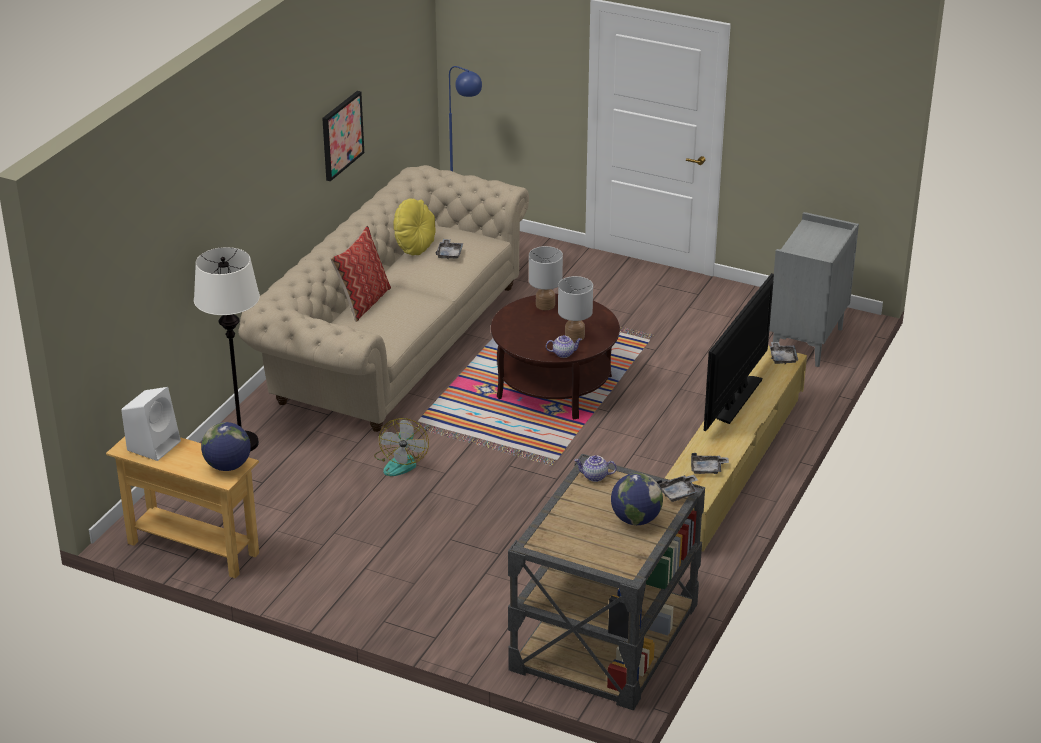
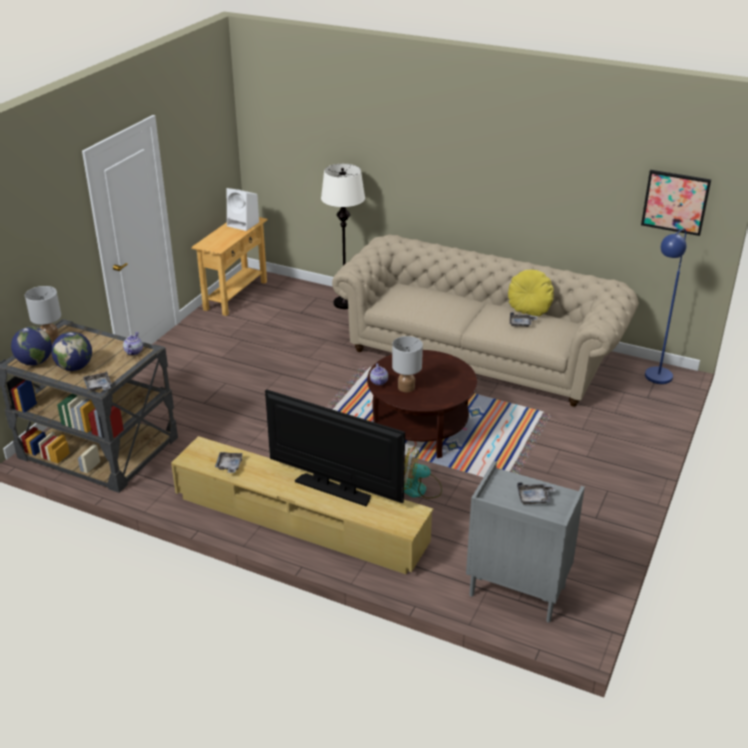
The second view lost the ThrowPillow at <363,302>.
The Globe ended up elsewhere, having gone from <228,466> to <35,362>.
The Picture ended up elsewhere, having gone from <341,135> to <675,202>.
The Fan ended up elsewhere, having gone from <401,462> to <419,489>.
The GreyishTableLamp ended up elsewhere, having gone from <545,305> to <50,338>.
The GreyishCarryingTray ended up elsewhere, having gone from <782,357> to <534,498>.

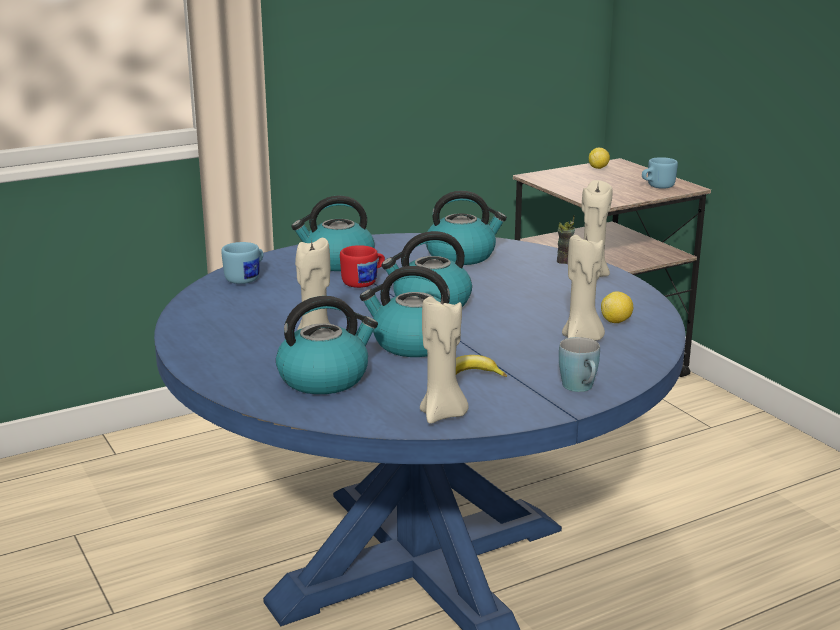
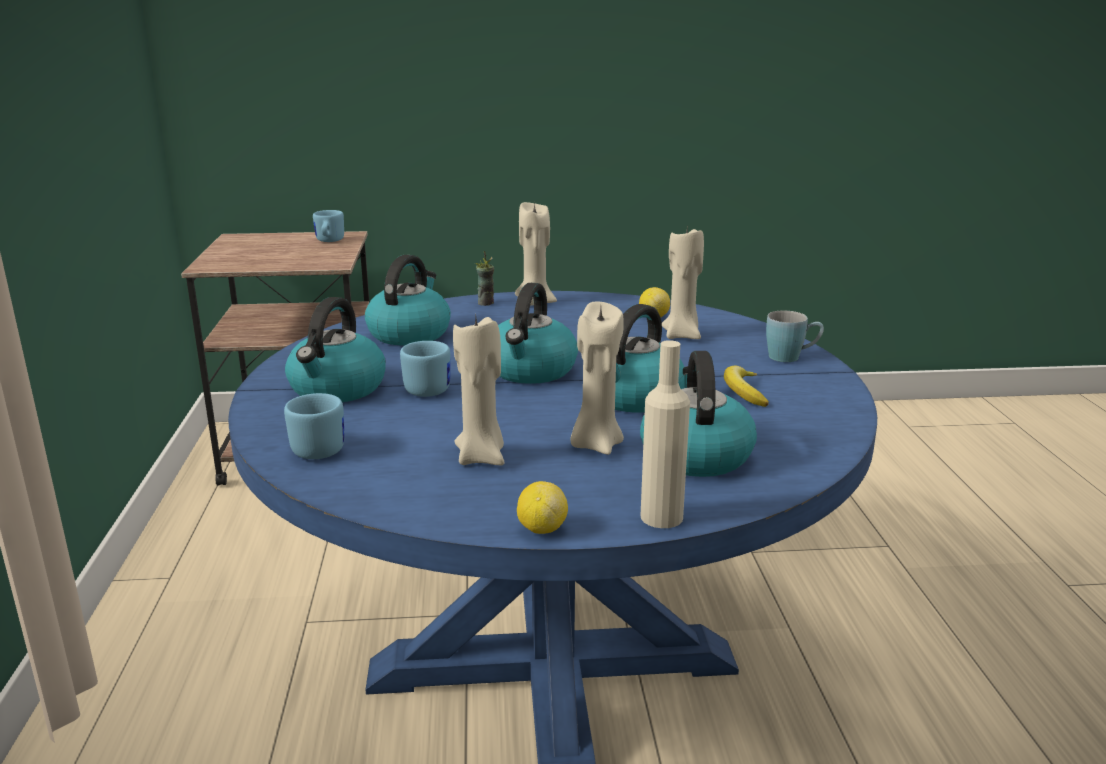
The second view gained the SandColouredDrinkBottle at <661,517>.
The SandColouredCandle ended up elsewhere, having gone from <443,415> to <482,457>.
The CitrusFruit ended up elsewhere, having gone from <598,168> to <541,528>.
What was the RedColouredTeaMug at <364,282> turned into the BlueColouredTeaMug at <426,388>.

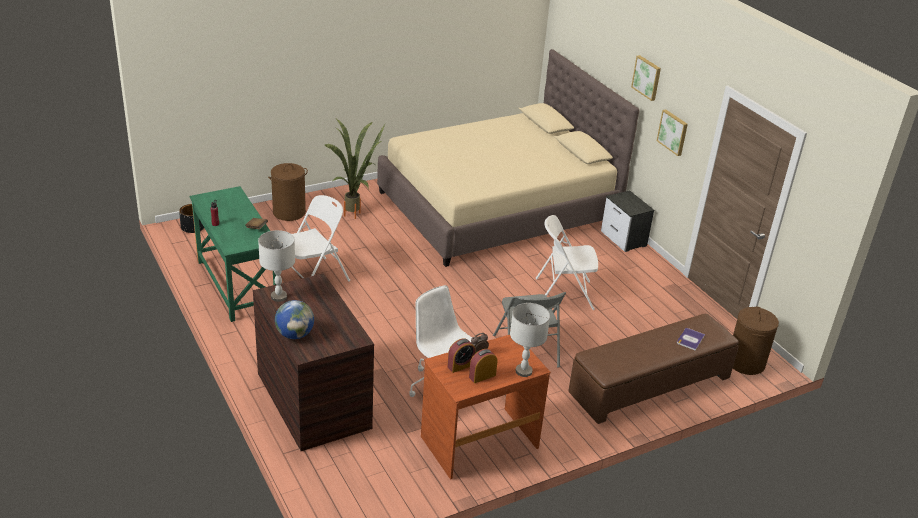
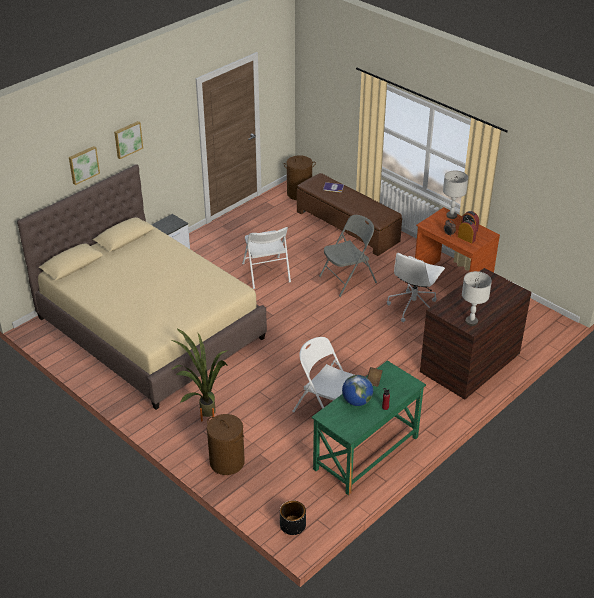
The Globe ended up elsewhere, having gone from <295,334> to <357,401>.
The Picture ended up elsewhere, having gone from <673,132> to <83,164>.

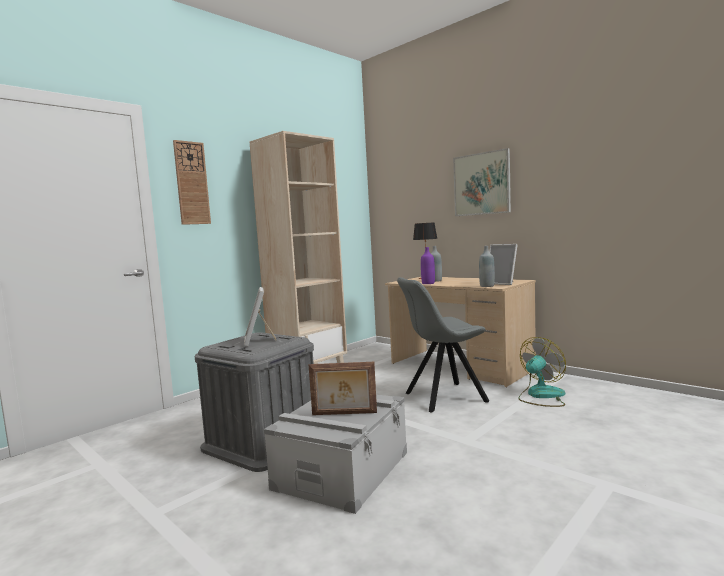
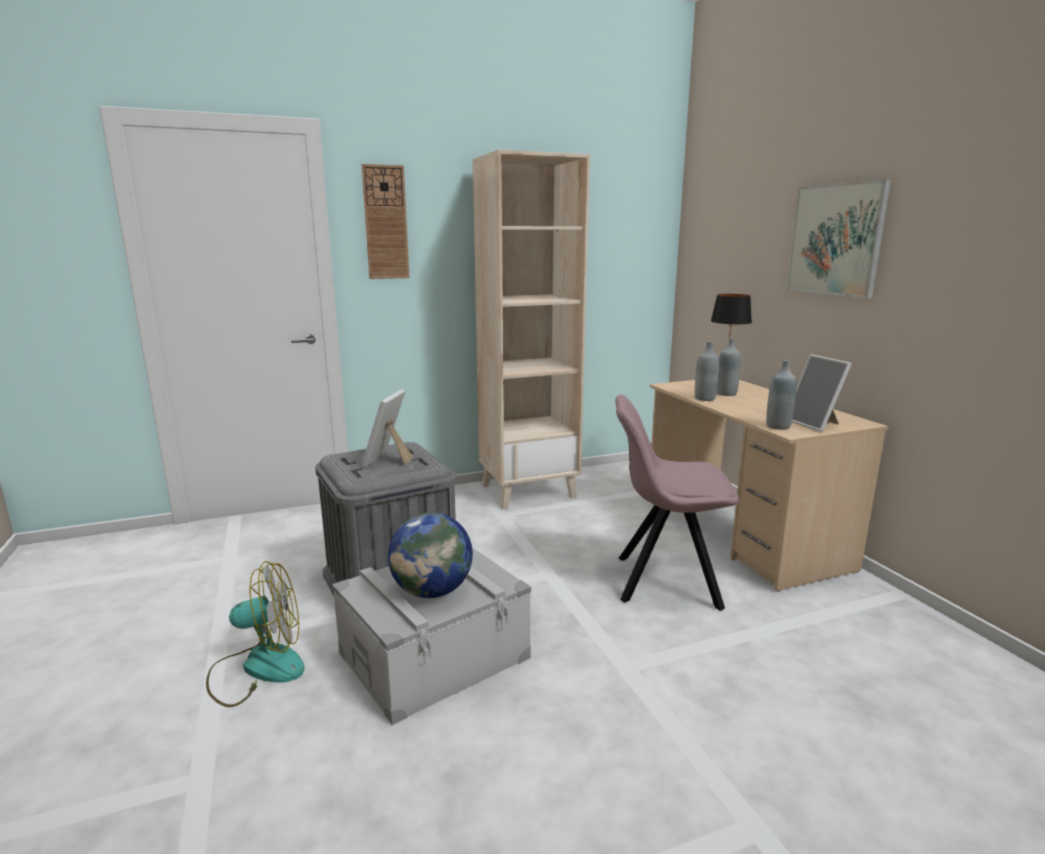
The Fan ended up elsewhere, having gone from <541,396> to <258,668>.
Where the PhotoFrame stood at <344,414>, the Globe came to stand at <432,591>.
What was the GreyishChair at <444,397> turned into the PinkishChair at <666,581>.
What was the PurpleColouredDrinkBottle at <428,283> turned into the GreyishDrinkBottle at <704,398>.

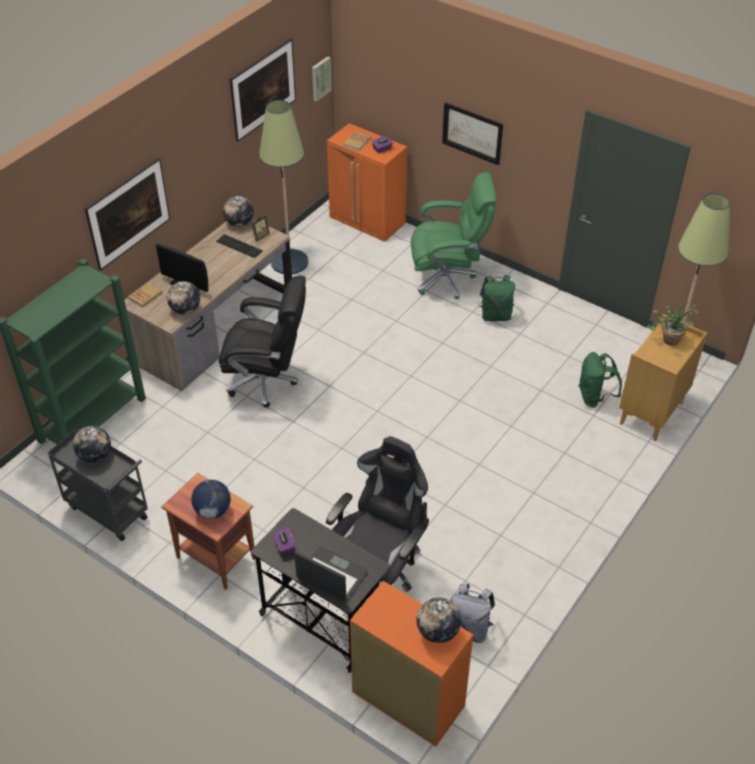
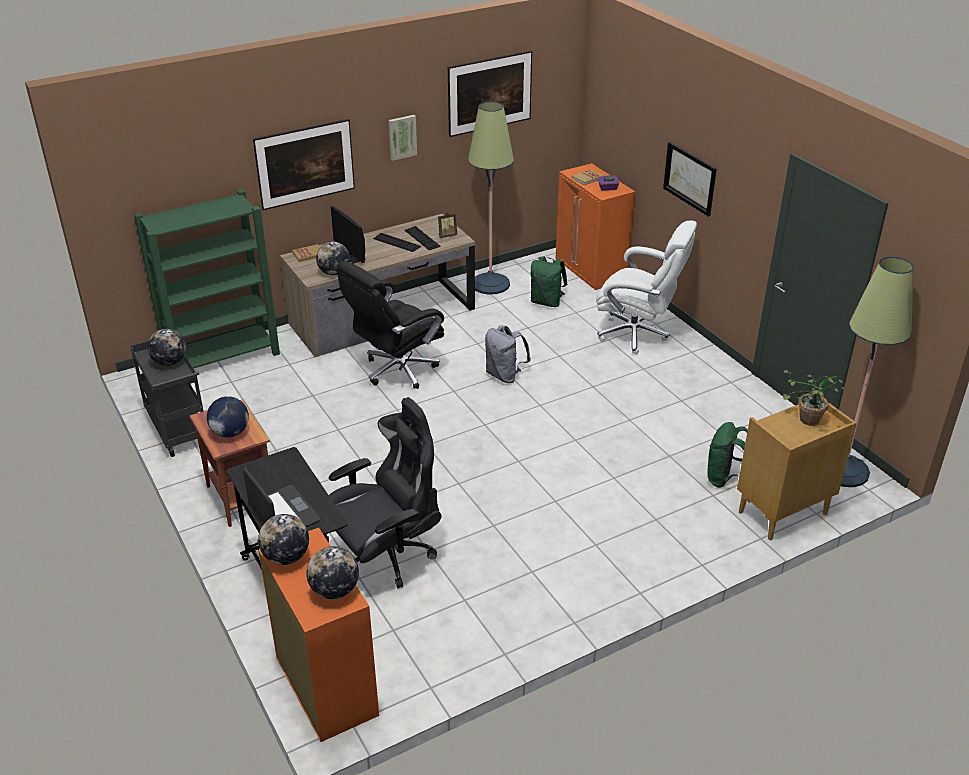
The second view lost the PurpleColouredTissueBox at <284,546>.
The second view gained the PcKeyboard at <396,242>.
The Globe ended up elsewhere, having gone from <239,223> to <286,557>.
The Picture ended up elsewhere, having gone from <320,78> to <402,137>.
The GreyishKnapsack ended up elsewhere, having gone from <469,629> to <505,375>.
The GreenColouredKnapsack ended up elsewhere, having gone from <495,315> to <547,302>.
What was the GreenColouredDeskChair at <448,279> turned into the WhiteColouredDeskChair at <637,335>.
The BlackDeskChair at <266,382> ended up facing another way, 105 degrees clockwise from before.

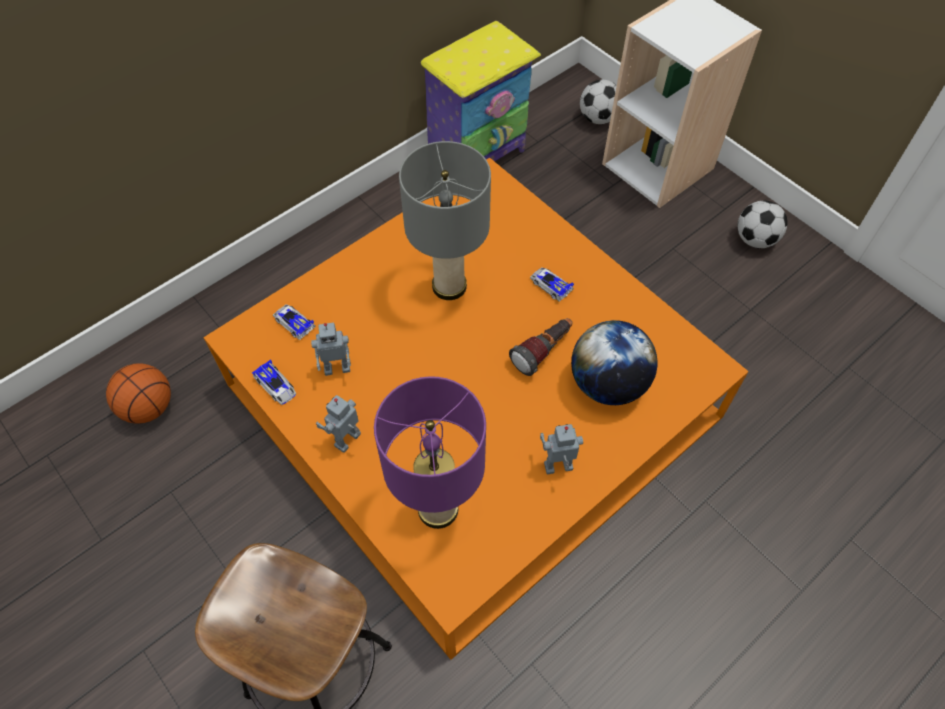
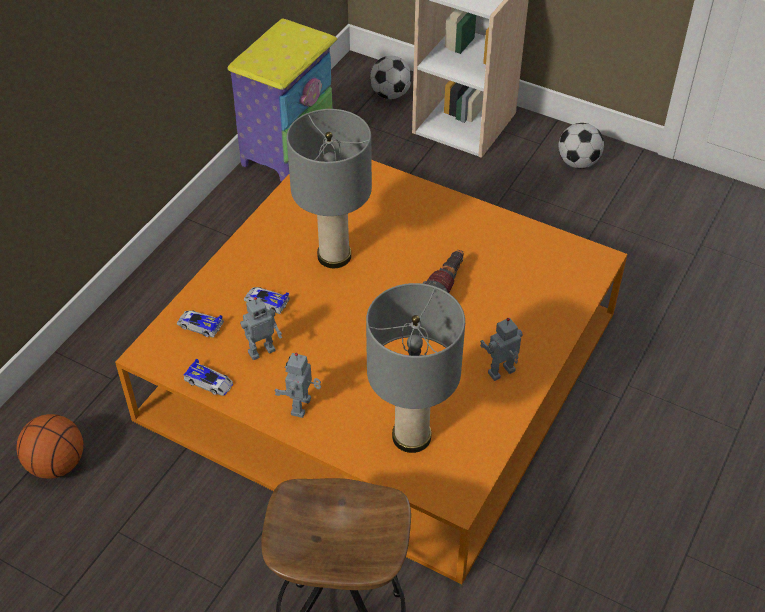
The second view lost the Globe at <608,384>.
The MiniatureCar ended up elsewhere, having gone from <550,285> to <266,302>.
What was the PurpleColouredTableLamp at <438,509> turned into the GreyishTableLamp at <412,436>.

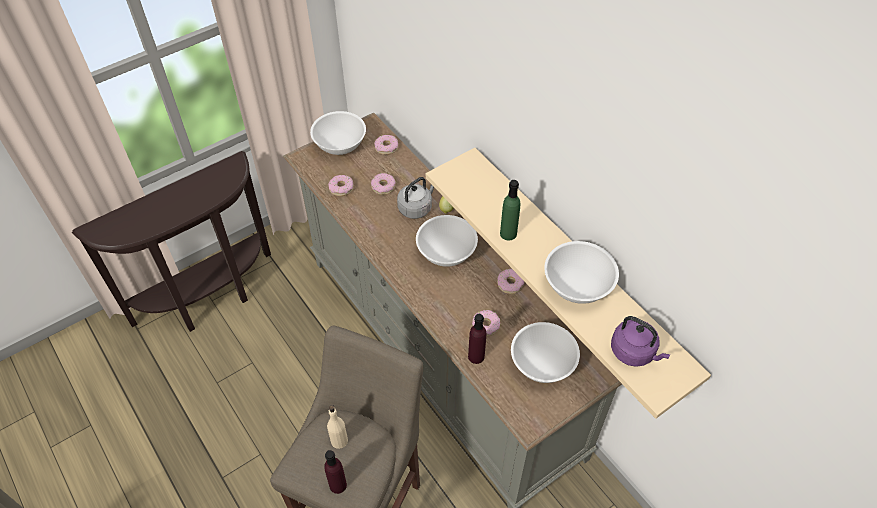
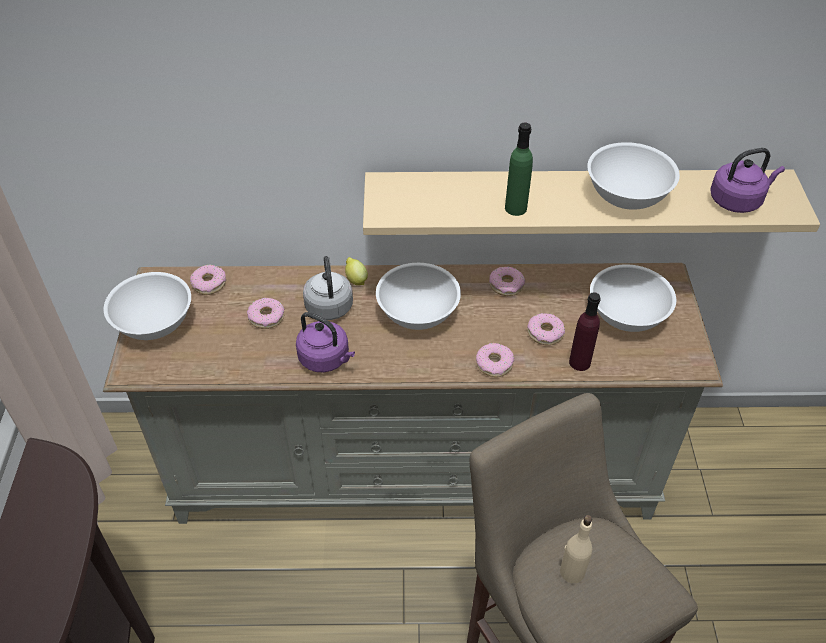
The second view lost the PurpleColouredDrinkBottle at <338,485>.
The second view gained the PurpleColouredTeaKettle at <326,359>.
The Doughnut ended up elsewhere, having gone from <341,188> to <494,364>.

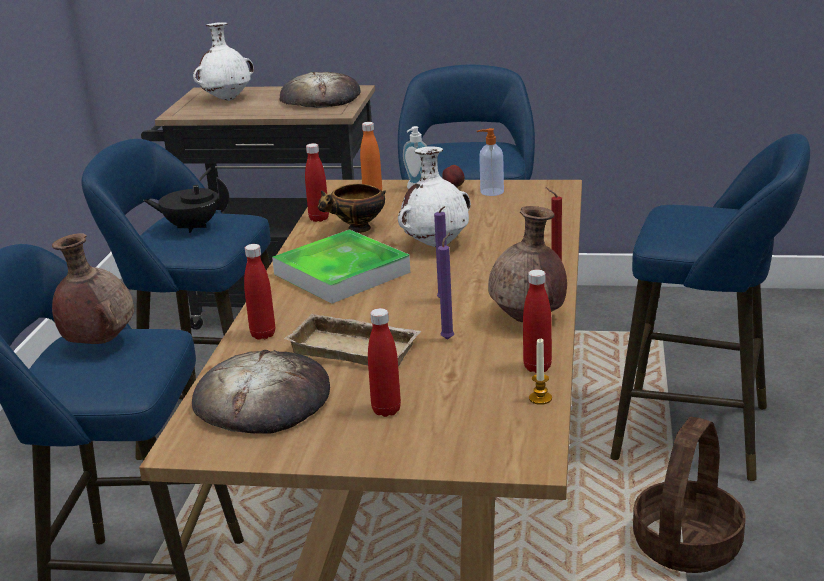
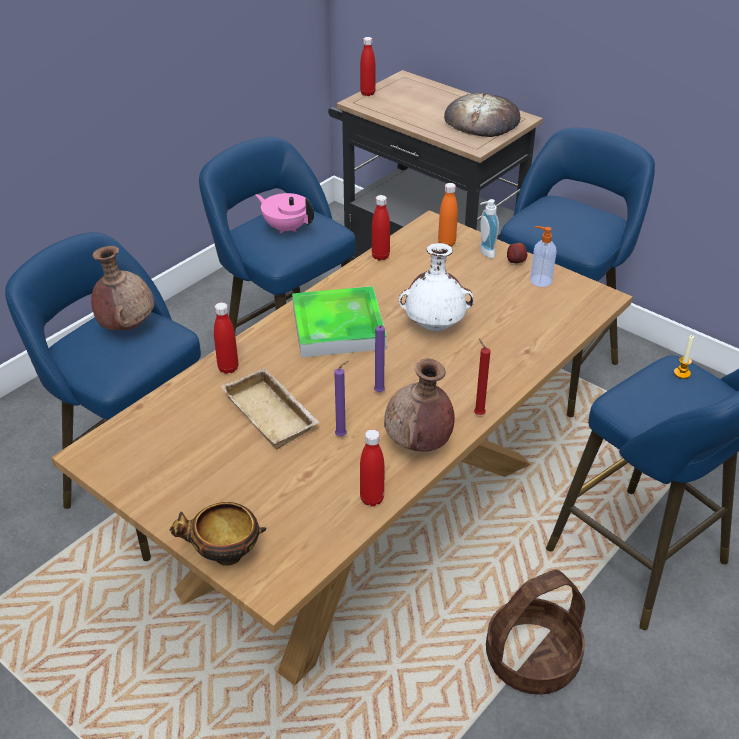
The second view lost the Bread at <263,399>.
The second view lost the WhiteColouredFlowerVase at <227,99>.
The Bowl ended up elsewhere, having gone from <357,229> to <224,556>.
The RedColouredDrinkBottle ended up elsewhere, having gone from <386,410> to <367,93>.
The Candle ended up elsewhere, having gone from <540,398> to <682,373>.
What was the BlackPotForTea at <191,227> turned into the PinkishPotForTea at <286,227>.

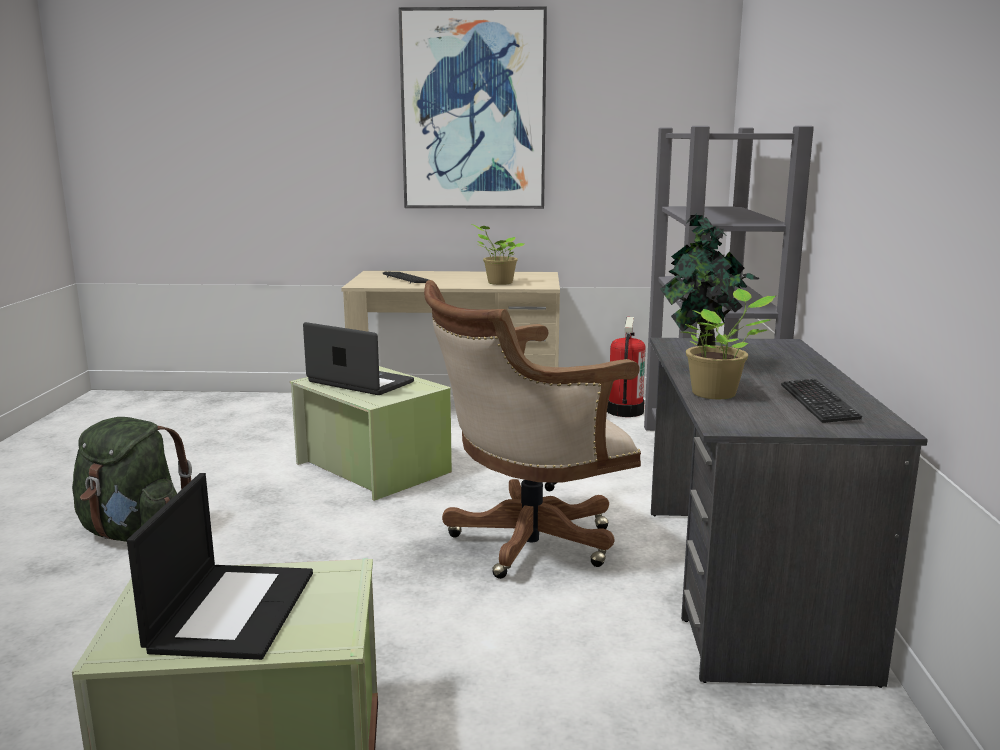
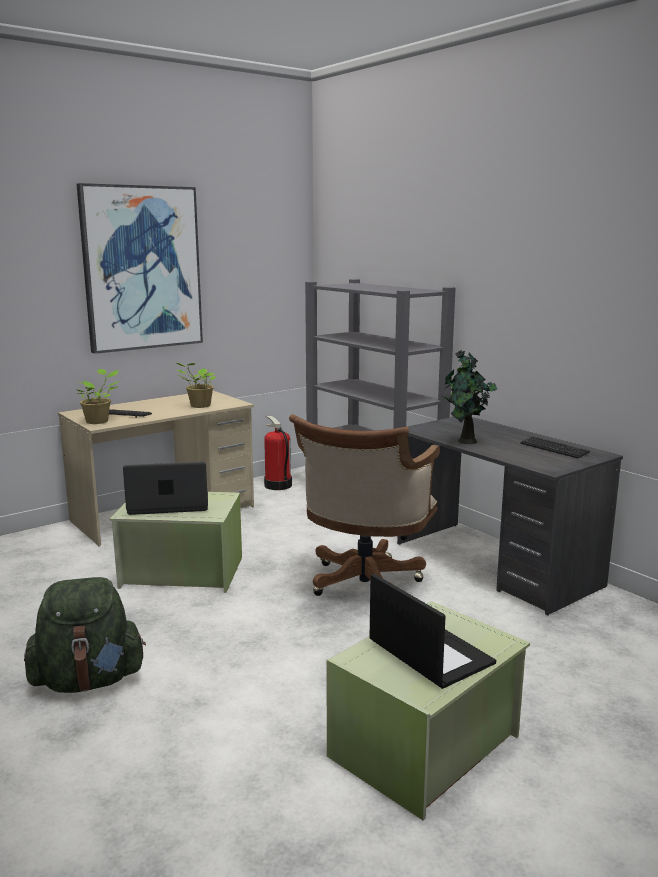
The PottedPlant ended up elsewhere, having gone from <717,393> to <99,421>.

